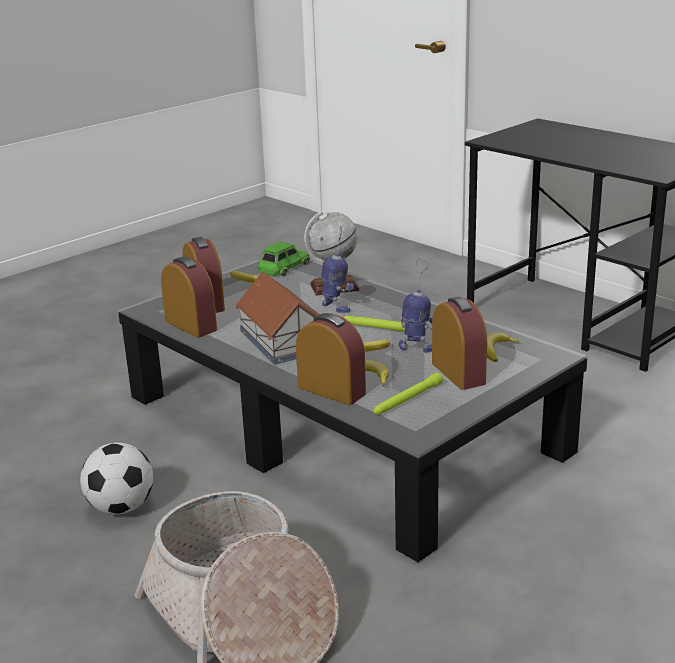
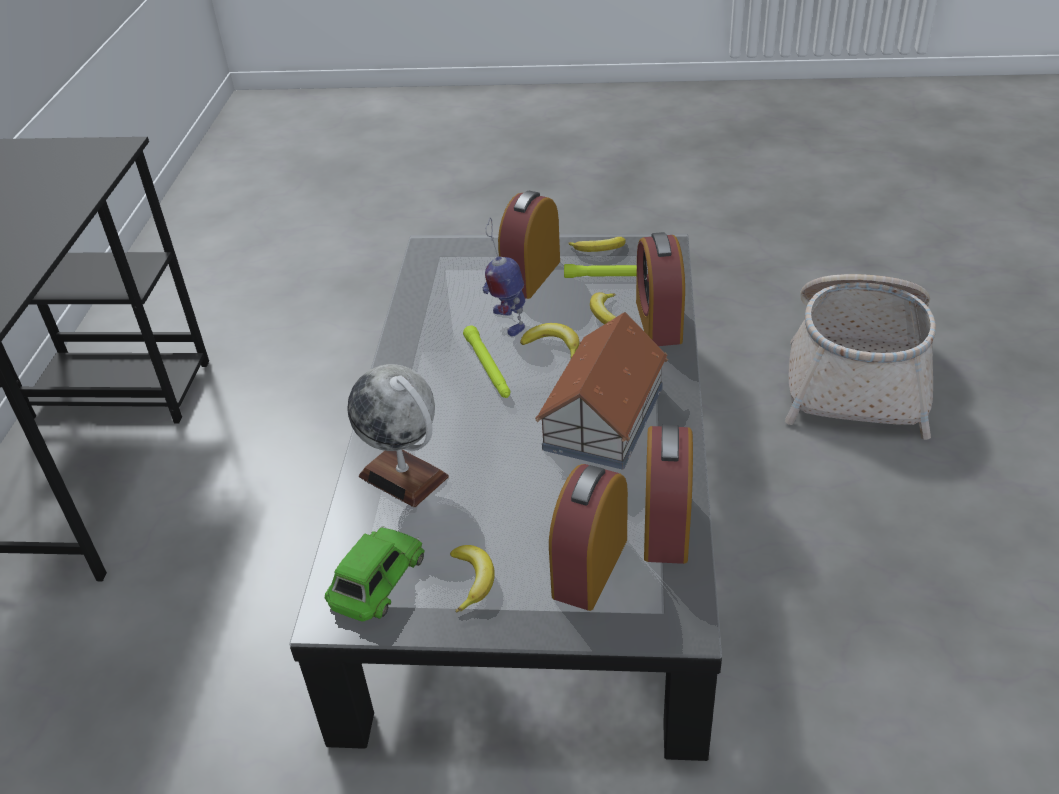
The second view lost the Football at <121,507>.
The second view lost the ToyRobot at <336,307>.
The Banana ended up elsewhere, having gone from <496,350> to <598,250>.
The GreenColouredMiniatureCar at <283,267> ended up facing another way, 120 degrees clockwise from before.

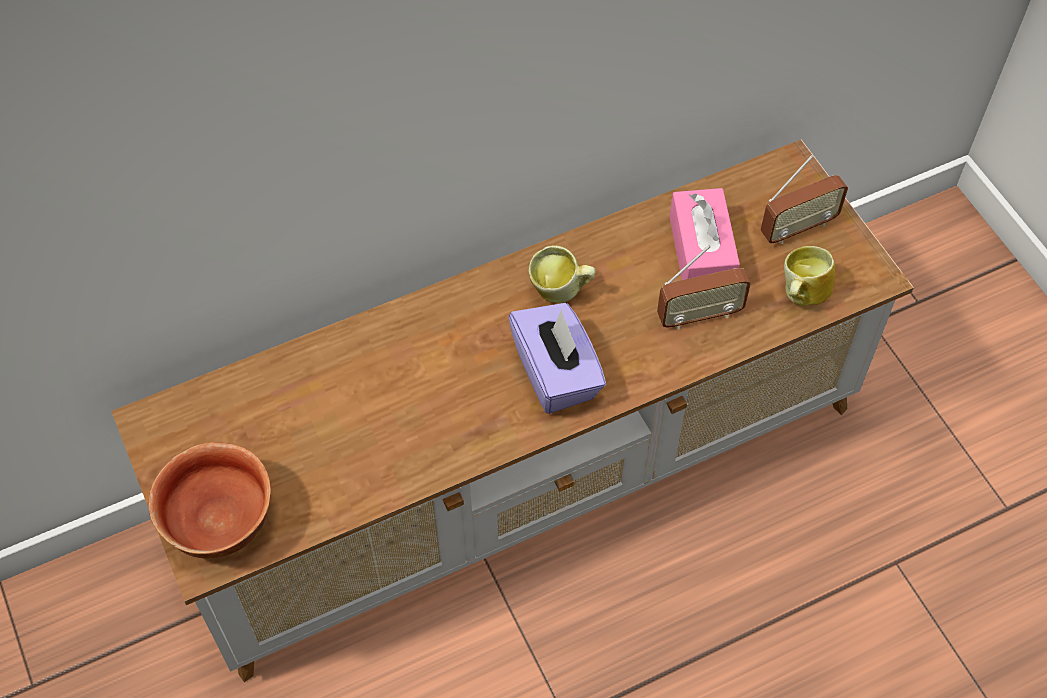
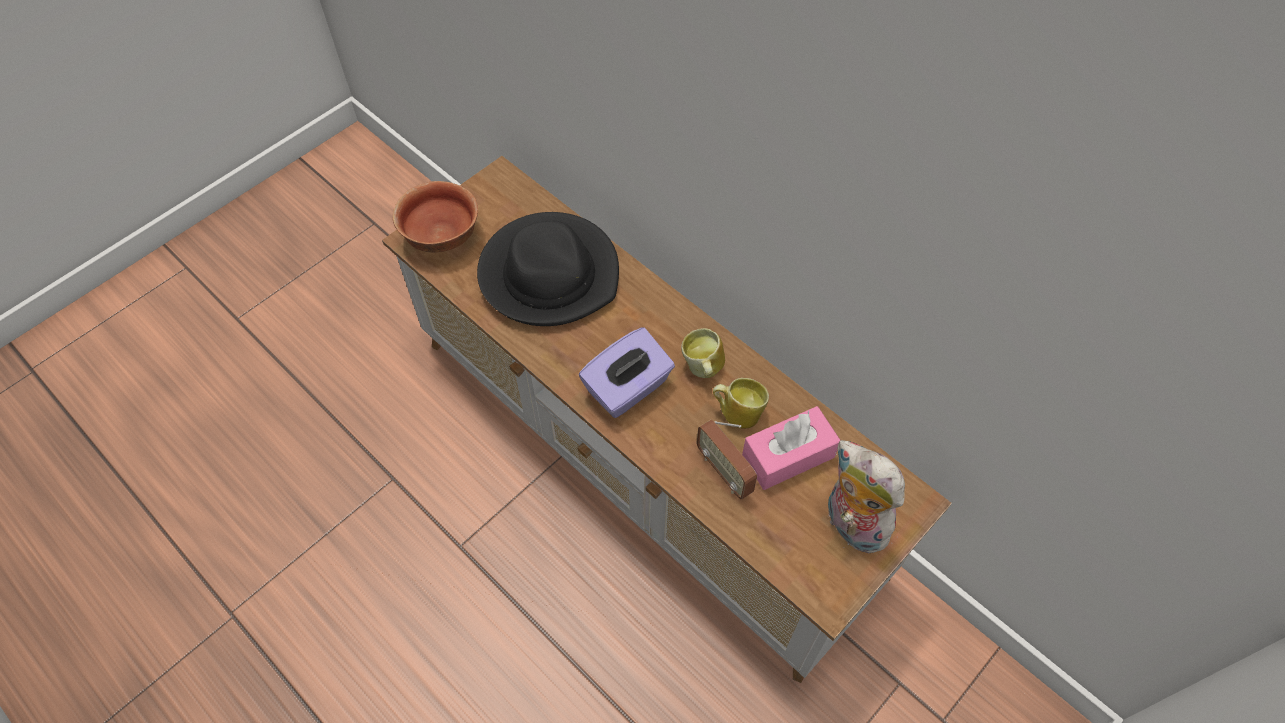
The second view gained the BlackWearableHat at <550,273>.
The TeaMug ended up elsewhere, having gone from <800,295> to <737,412>.
Where the Radio stood at <798,228>, the CuddlyToy came to stand at <851,524>.

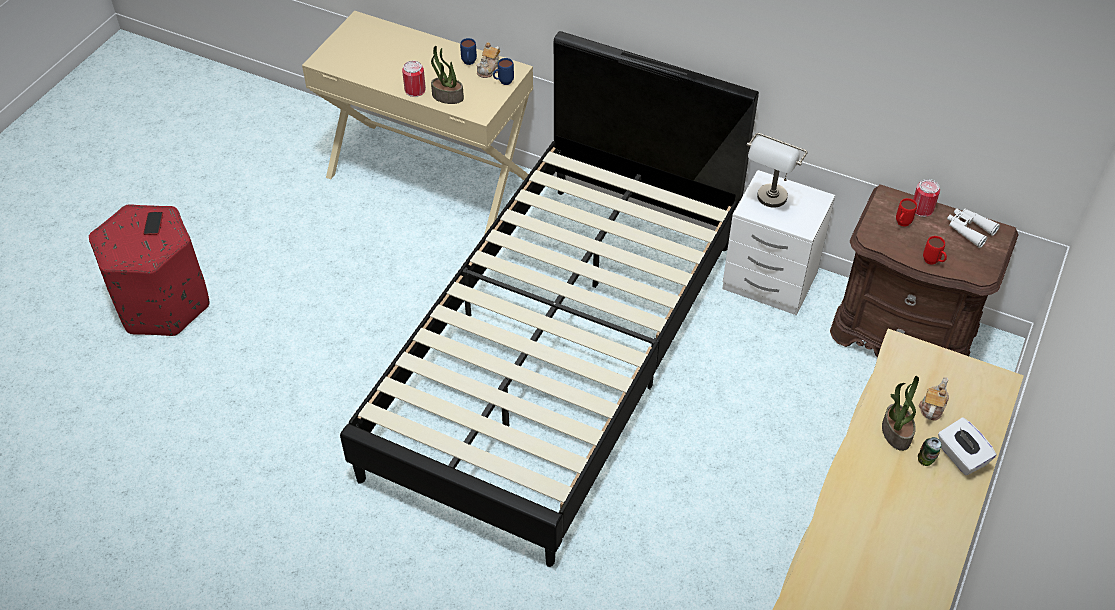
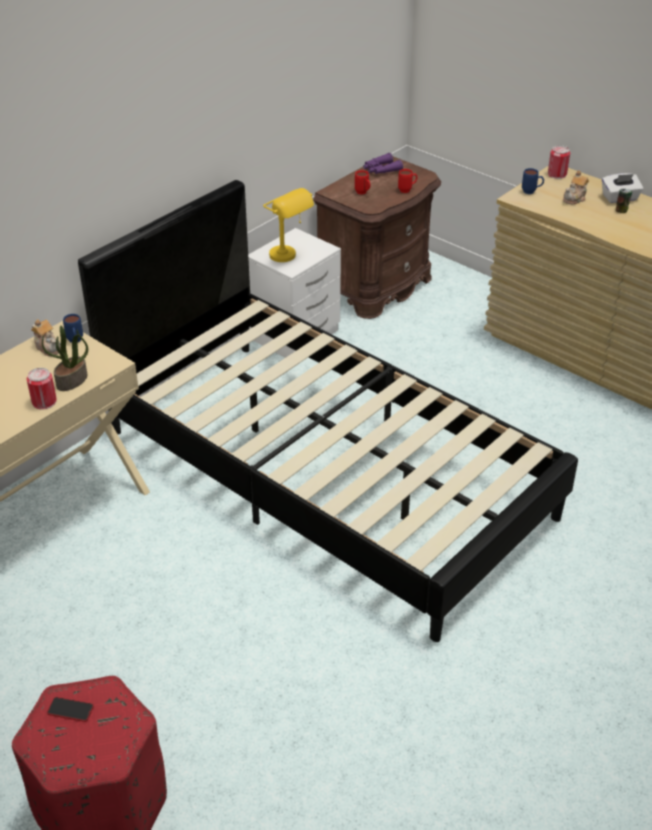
The second view lost the PottedPlant at <895,432>.
The BlueColouredTeaMug ended up elsewhere, having gone from <469,63> to <531,192>.
The MetalCan ended up elsewhere, having gone from <922,209> to <557,174>.
What was the GreyishTableLamp at <768,204> turned into the YellowishTableLamp at <289,258>.
What was the WhiteColouredFieldGlasses at <969,229> turned into the PurpleColouredFieldGlasses at <381,170>.
The PotForTea at <932,407> ended up facing another way, 90 degrees counterclockwise from before.

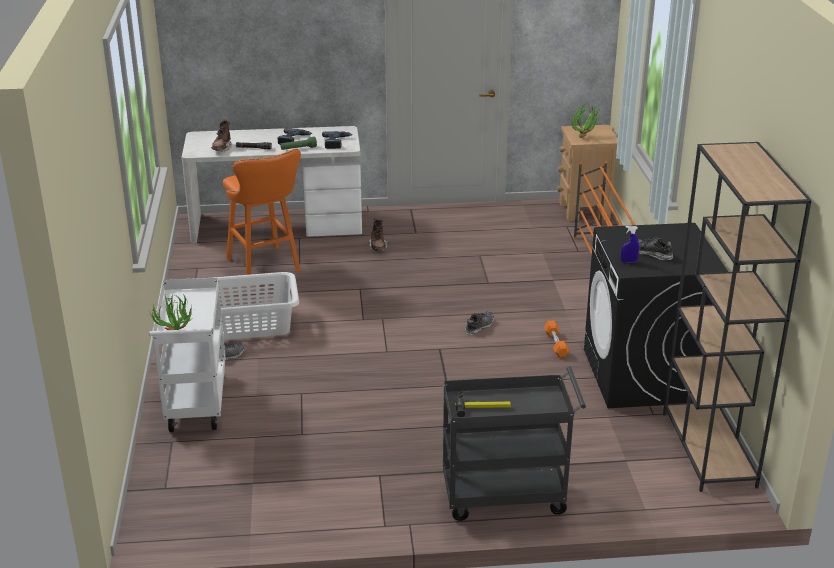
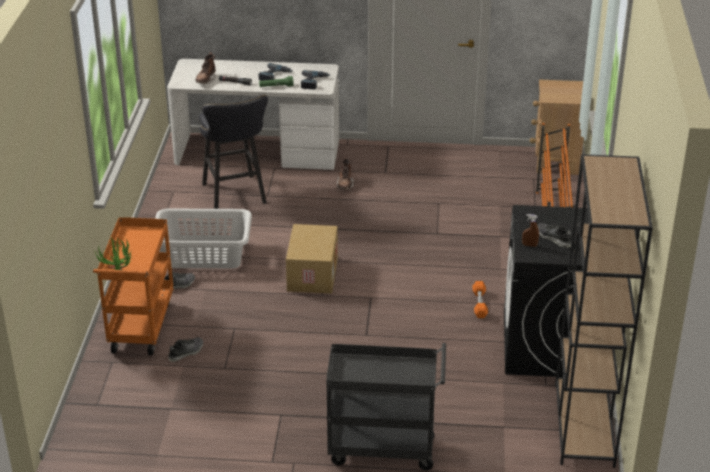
The second view lost the HandHammer at <482,406>.
The second view lost the PottedPlant at <586,137>.
The second view gained the PackingBox at <311,273>.
The Shoe ended up elsewhere, having gone from <479,327> to <186,352>.
What was the WhiteColouredCart at <196,404> turned into the OrangeCart at <141,329>.
What was the OrangeSittingStool at <266,268> turned into the BlackSittingStool at <236,198>.
What was the BlueColouredHandSprayer at <628,261> turned into the BrownHandSprayer at <529,245>.

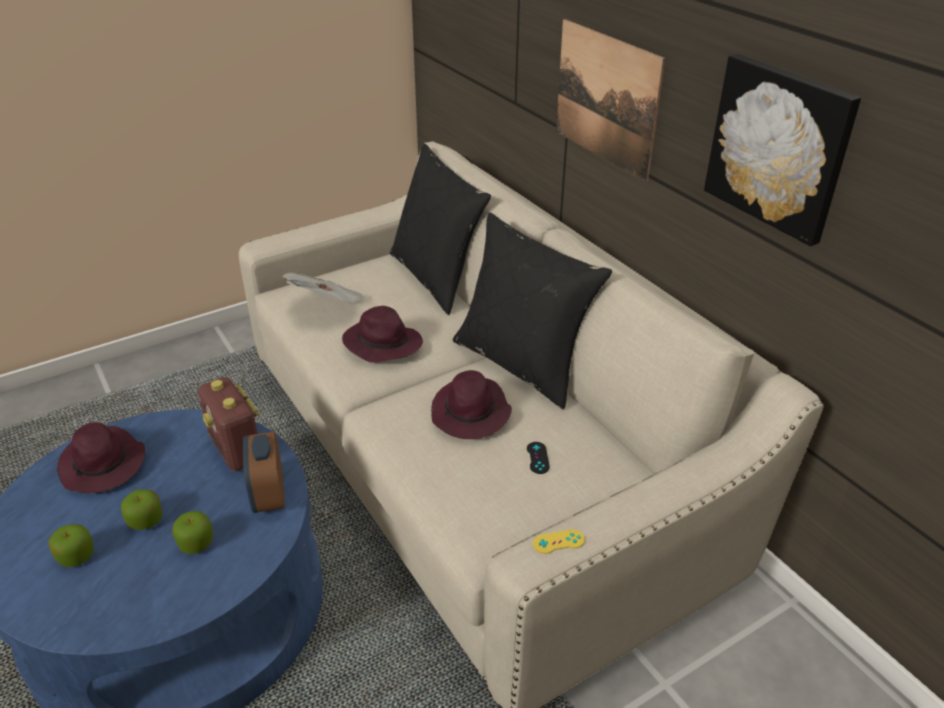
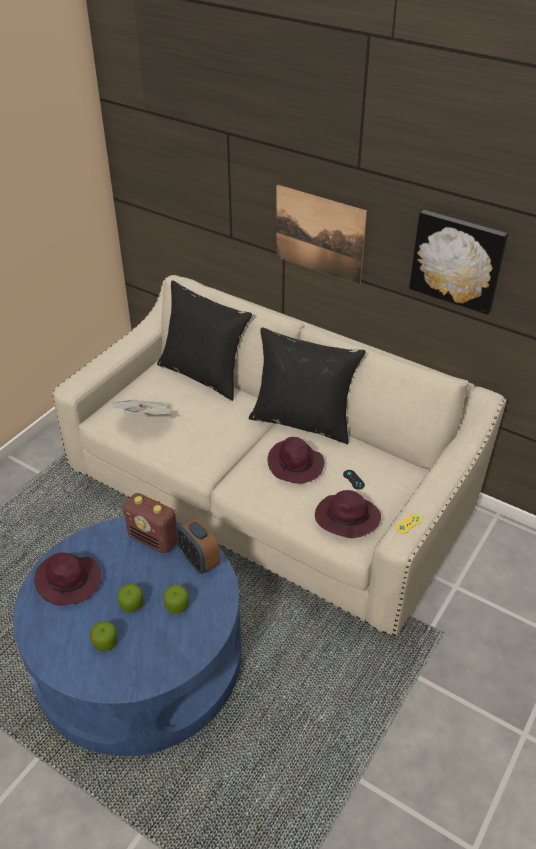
The PurpleColouredWearableHat ended up elsewhere, having gone from <381,344> to <346,518>.

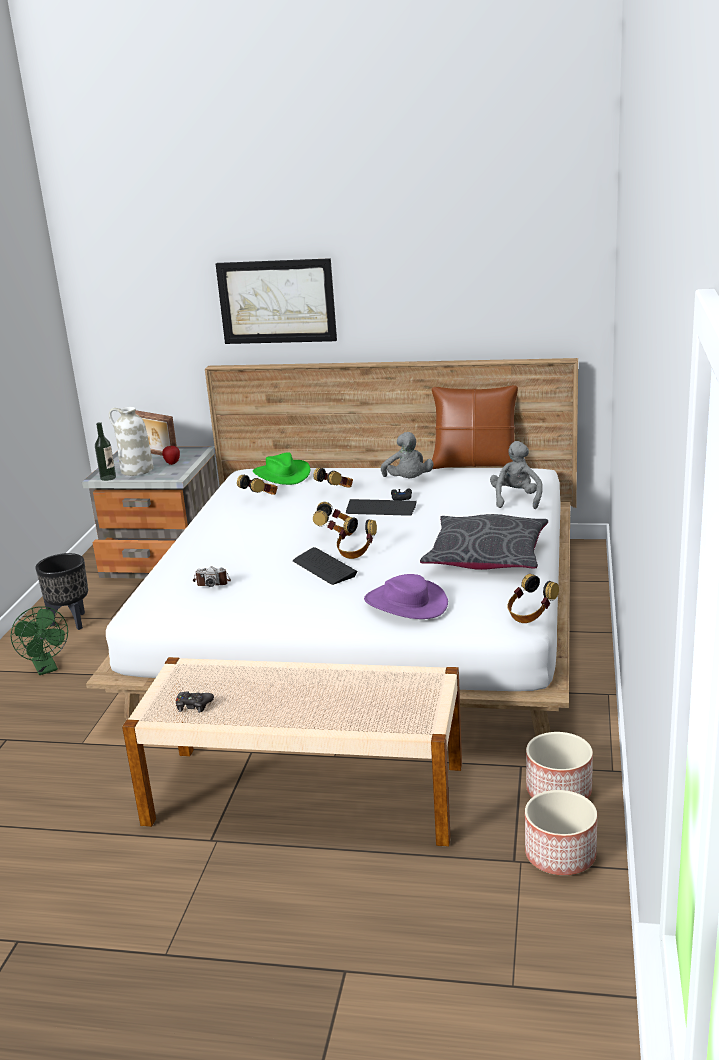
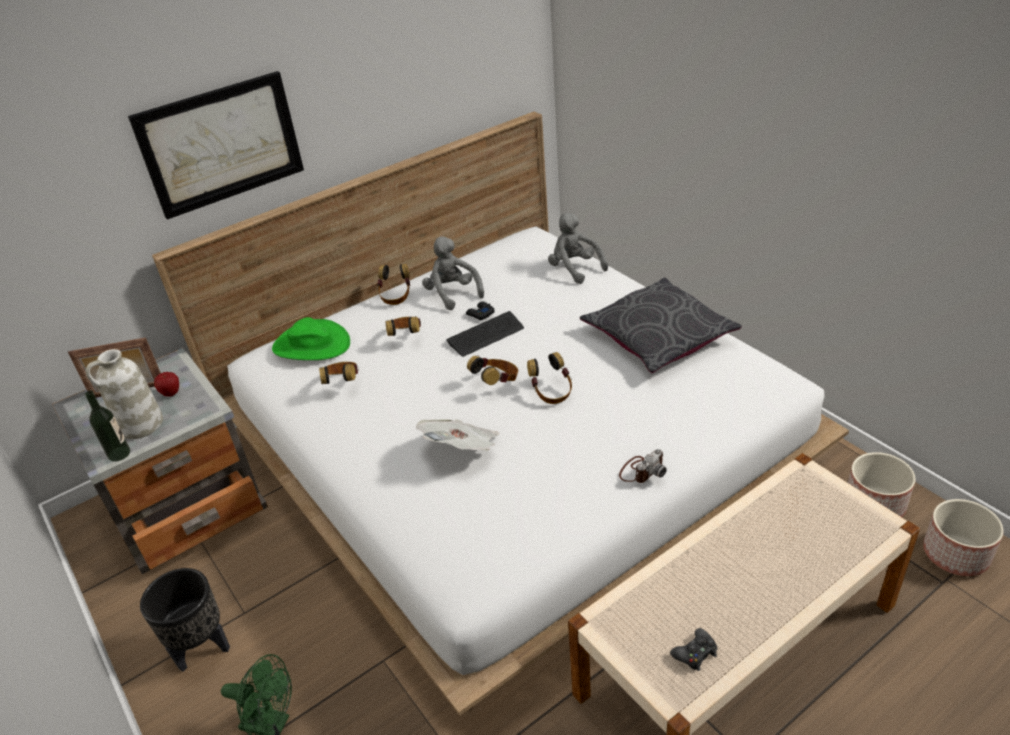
The second view lost the PcKeyboard at <324,568>.
The second view lost the PurpleColouredWearableHat at <406,603>.
The second view lost the BrownThrowPillow at <475,464>.
The second view gained the PrintedPaper at <462,449>.
The PhotoCamera ended up elsewhere, having gone from <212,582> to <642,470>.
The PairOfHeadphones ended up elsewhere, having gone from <530,615> to <396,296>.
The GreyishCuddlyToy at <408,481> ended up facing another way, 150 degrees counterclockwise from before.

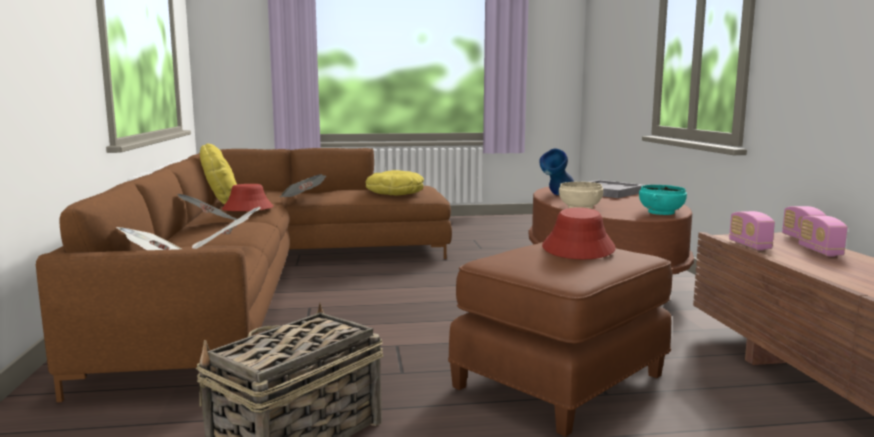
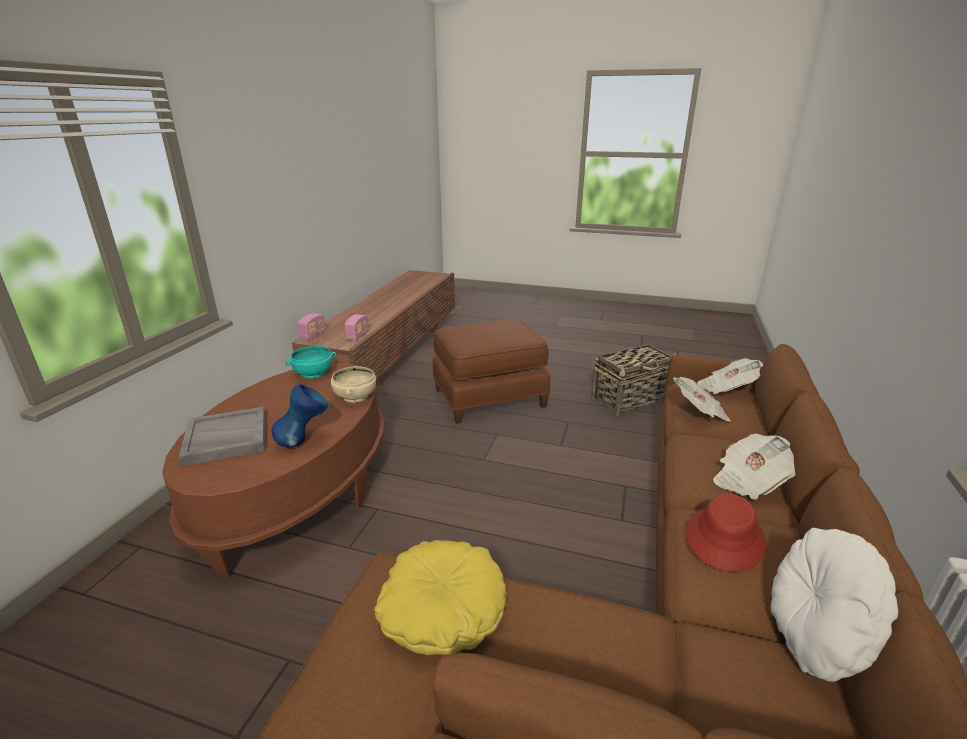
The second view lost the PrintedPaper at <303,199>.
The second view lost the RedColouredWearableHat at <578,248>.
The second view lost the Radio at <820,251>.
What was the YellowishThrowPillow at <221,203> turned into the WhiteColouredThrowPillow at <811,642>.

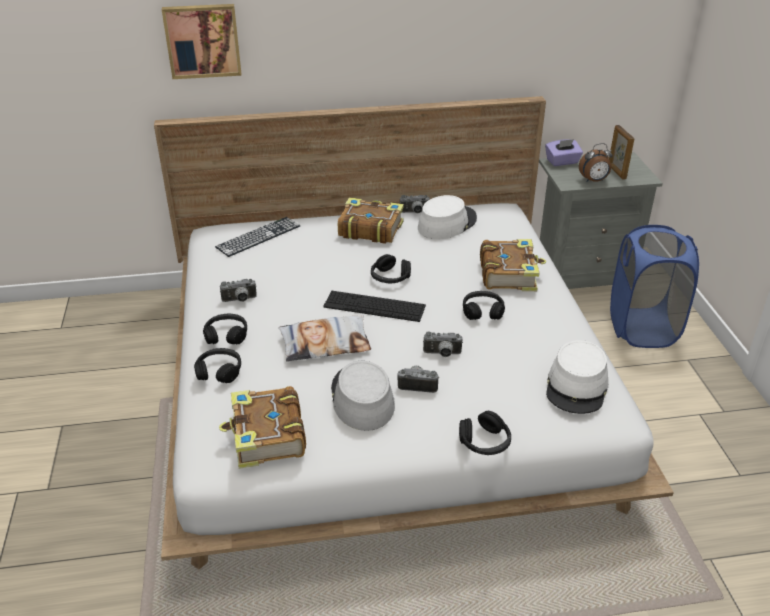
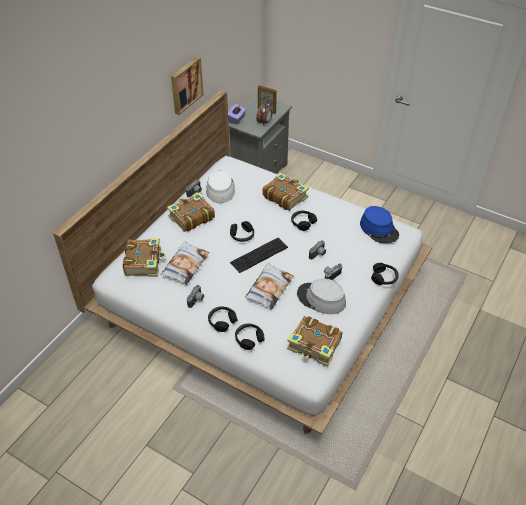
The second view lost the BlueColouredHamper at <642,328>.
The second view gained the ThrowPillow at <185,265>.
The Picture ended up elsewhere, having gone from <202,40> to <185,85>.
Where the PcKeyboard stood at <258,236>, the BoundBook came to stand at <144,262>.
What was the WhiteColouredWearableHat at <577,386> turned into the BlueColouredWearableHat at <379,229>.

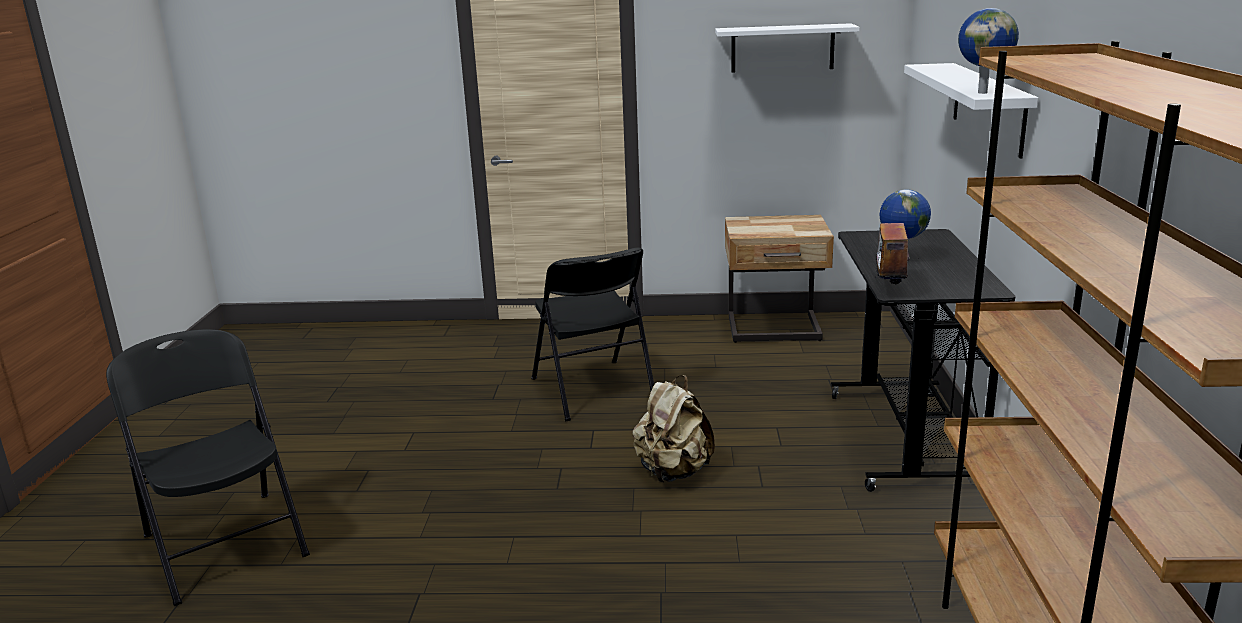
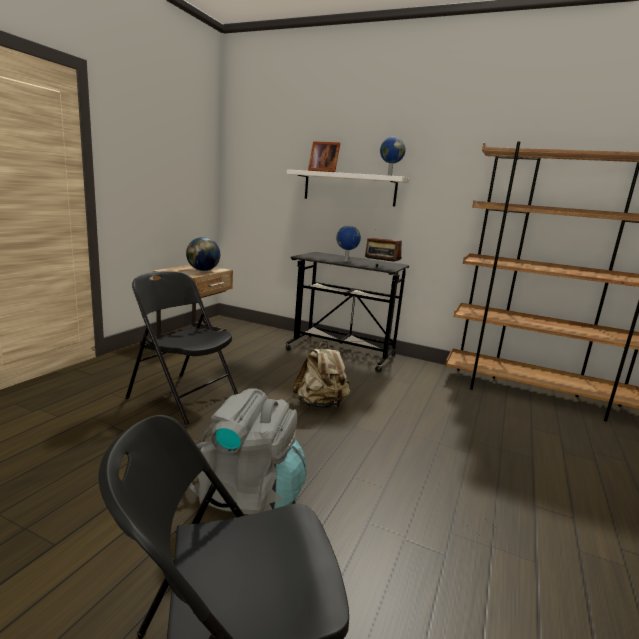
The second view lost the WhiteColouredBracketShelf at <782,48>.
The second view gained the Globe at <203,270>.
The second view gained the GreyishKnapsack at <248,494>.
The second view gained the PhotoFrame at <322,171>.
The BlackChair at <592,390> ended up facing another way, 150 degrees counterclockwise from before.

